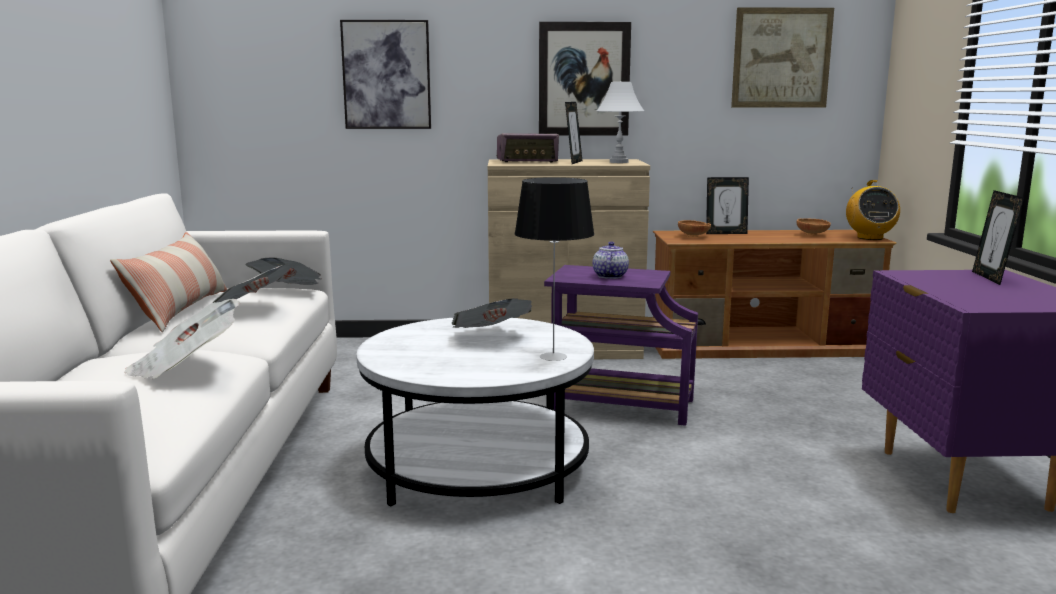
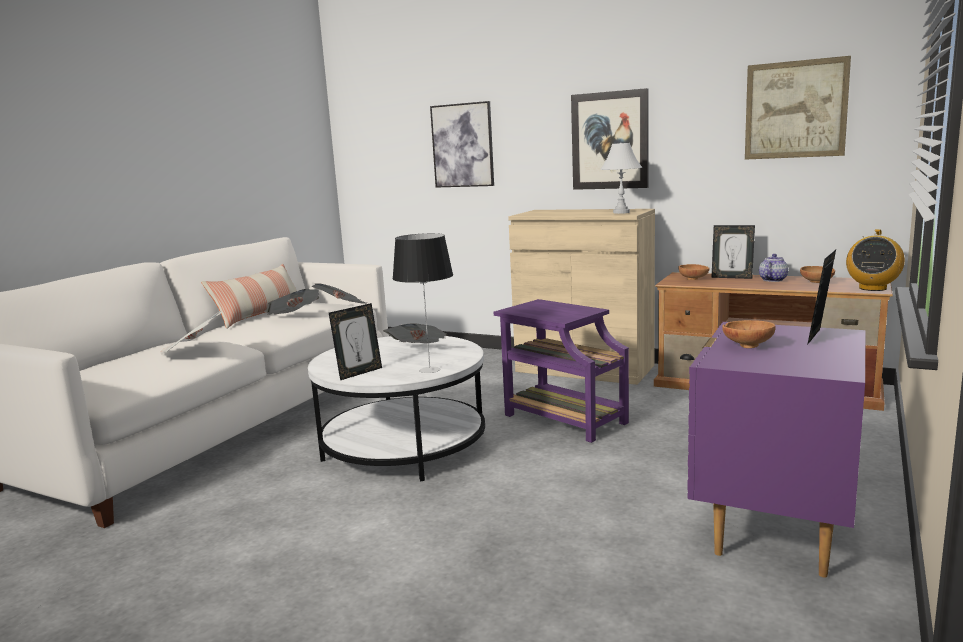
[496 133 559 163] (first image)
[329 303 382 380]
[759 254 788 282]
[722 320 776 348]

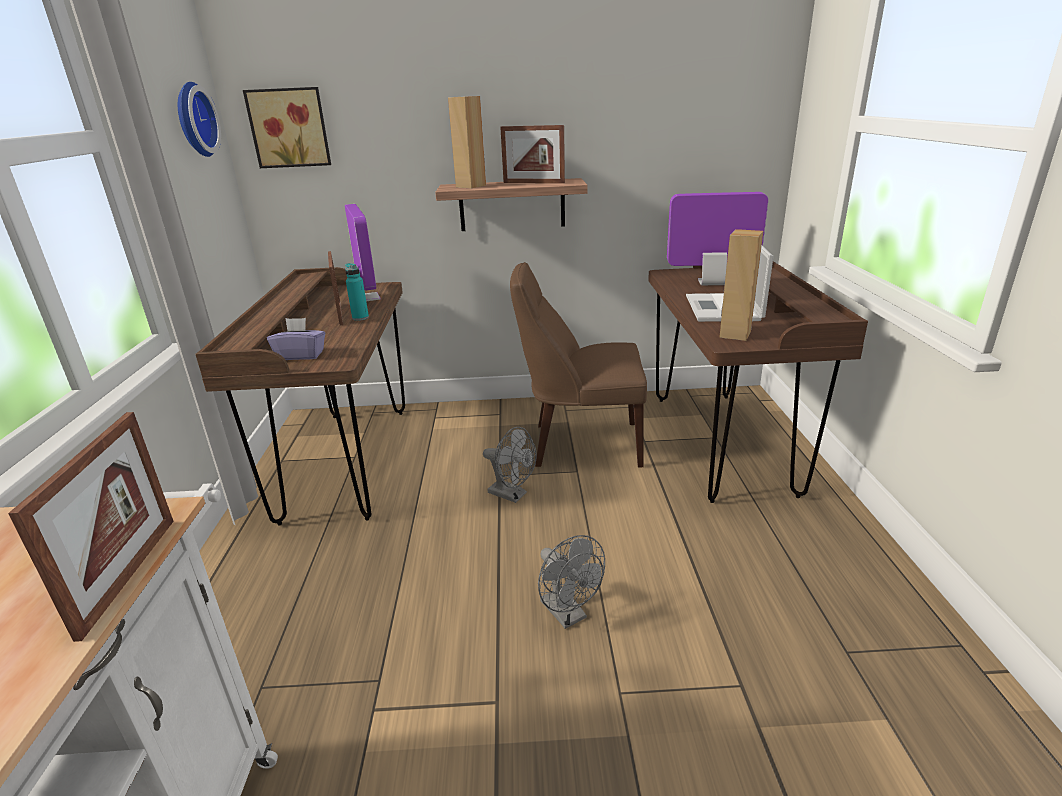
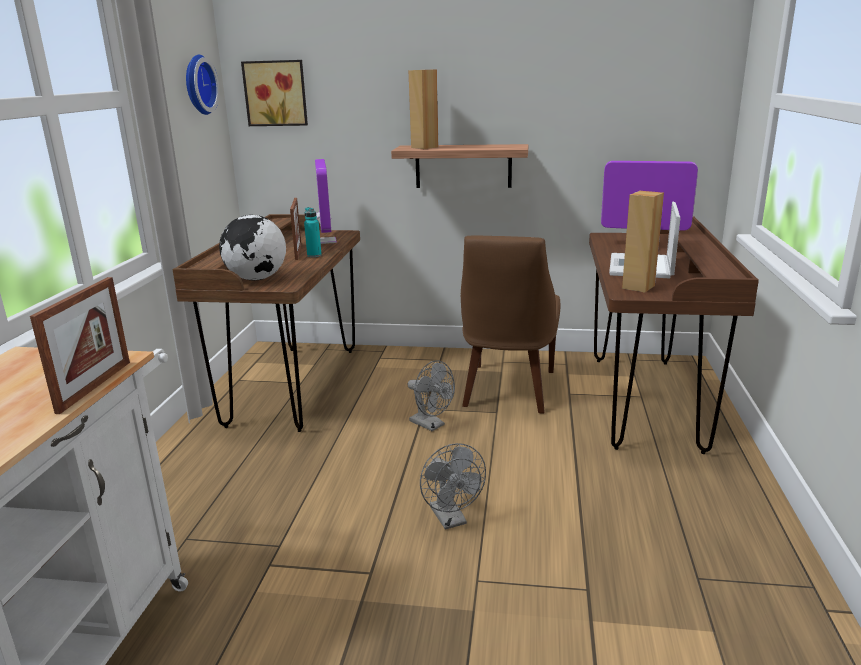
[219 215 286 280]
[500 125 565 183] (first image)
[461 236 560 414]

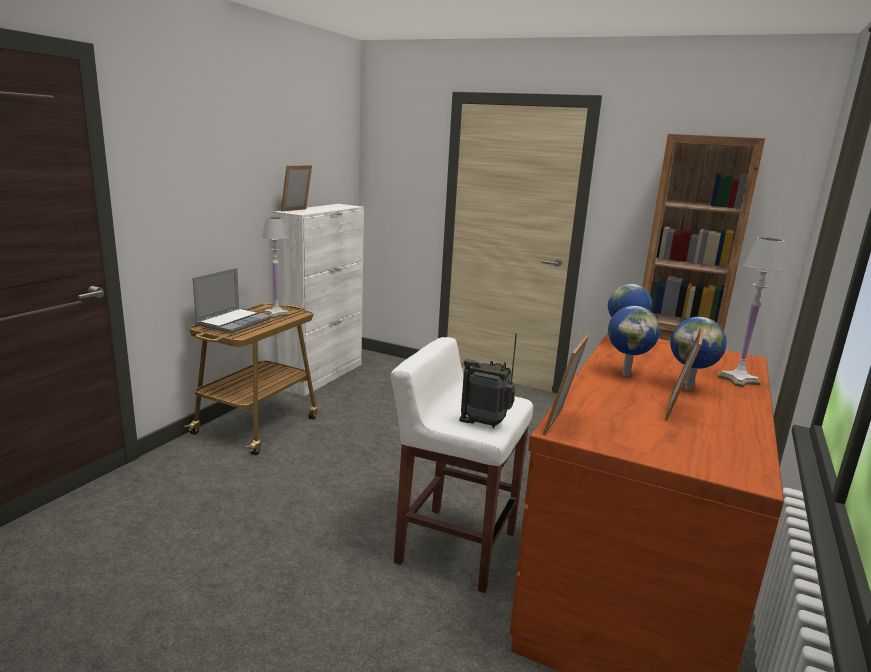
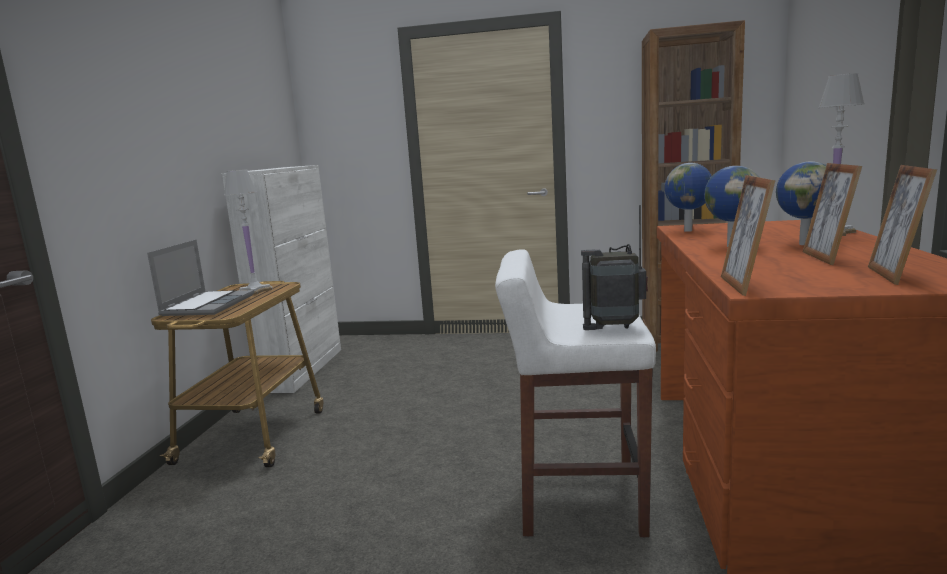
[868 165 937 285]

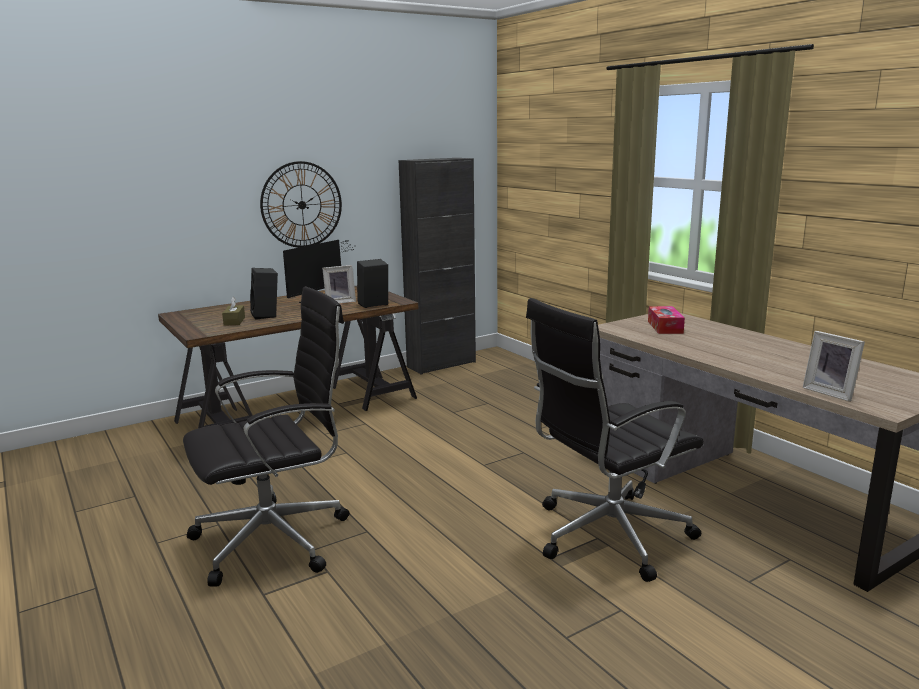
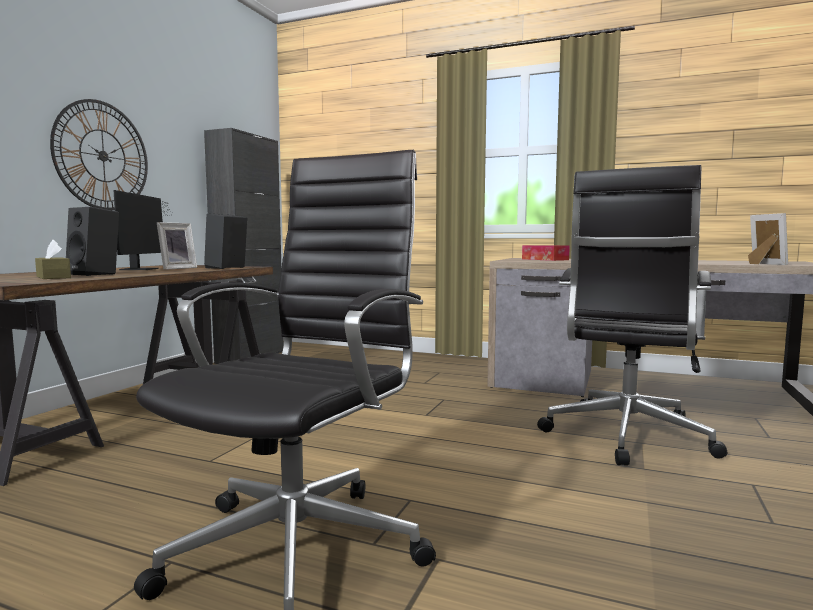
[748 213 788 265]

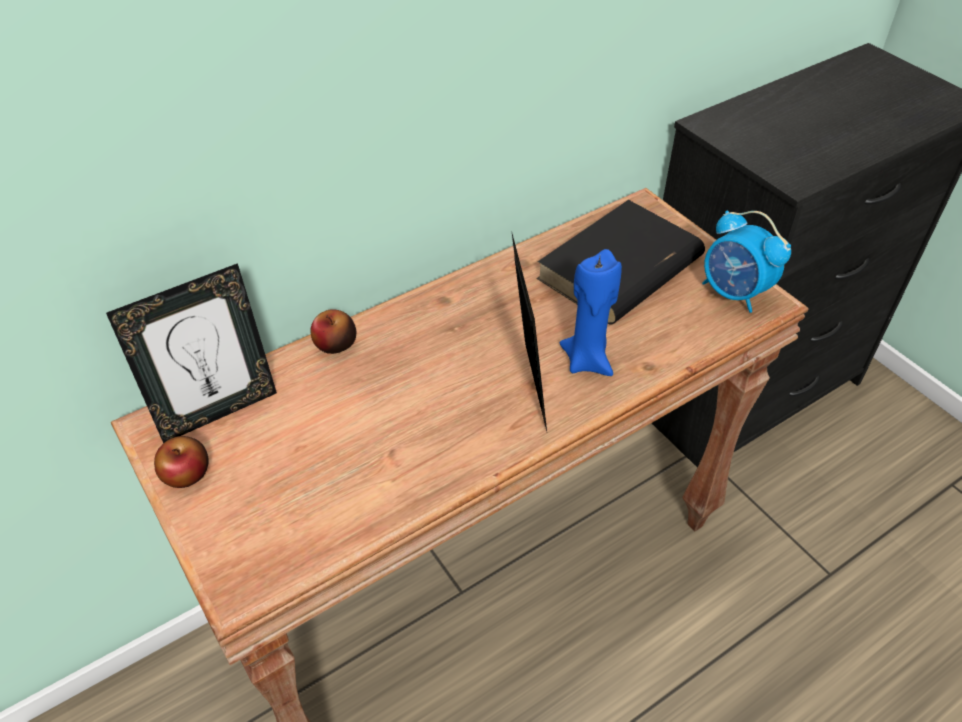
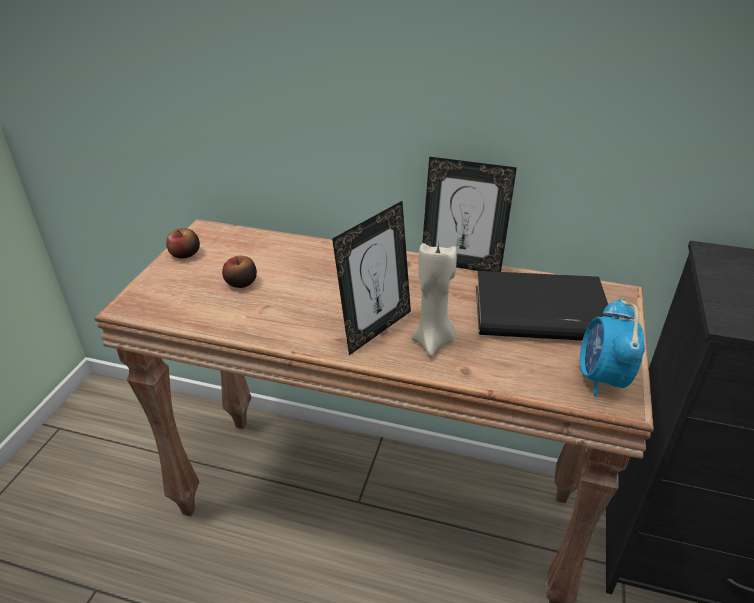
[422 157 517 272]
[222 255 257 288]
[411 242 457 356]

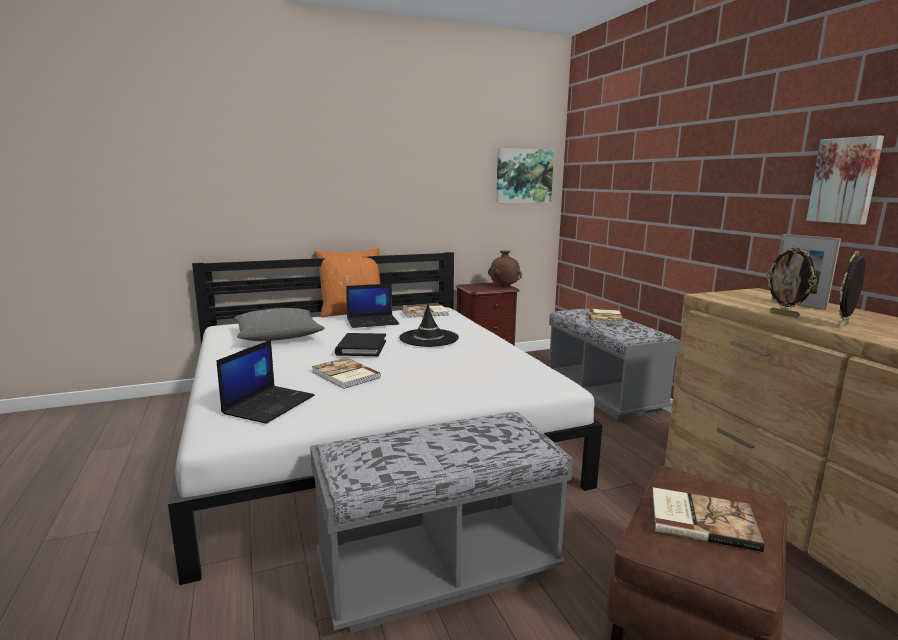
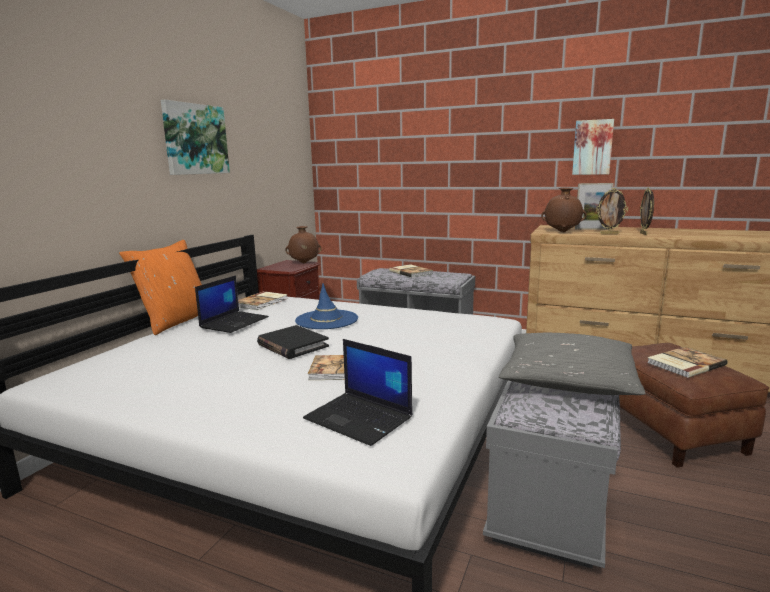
[303 339 412 446]
[499 333 646 395]
[295 283 358 329]
[161 100 230 175]
[541 187 587 232]

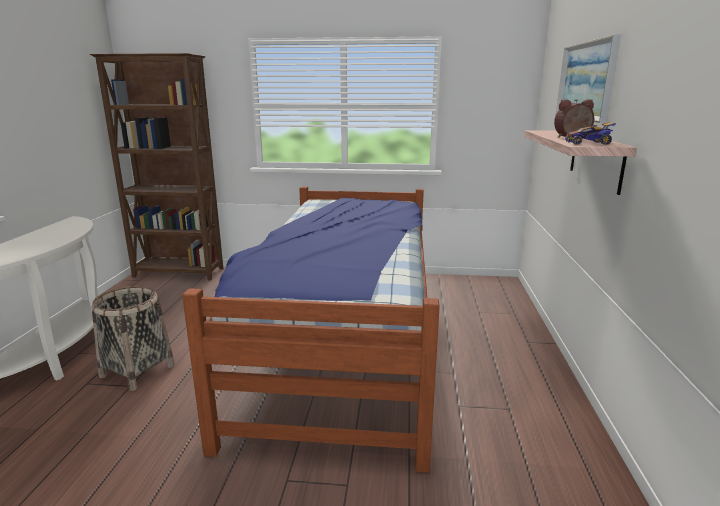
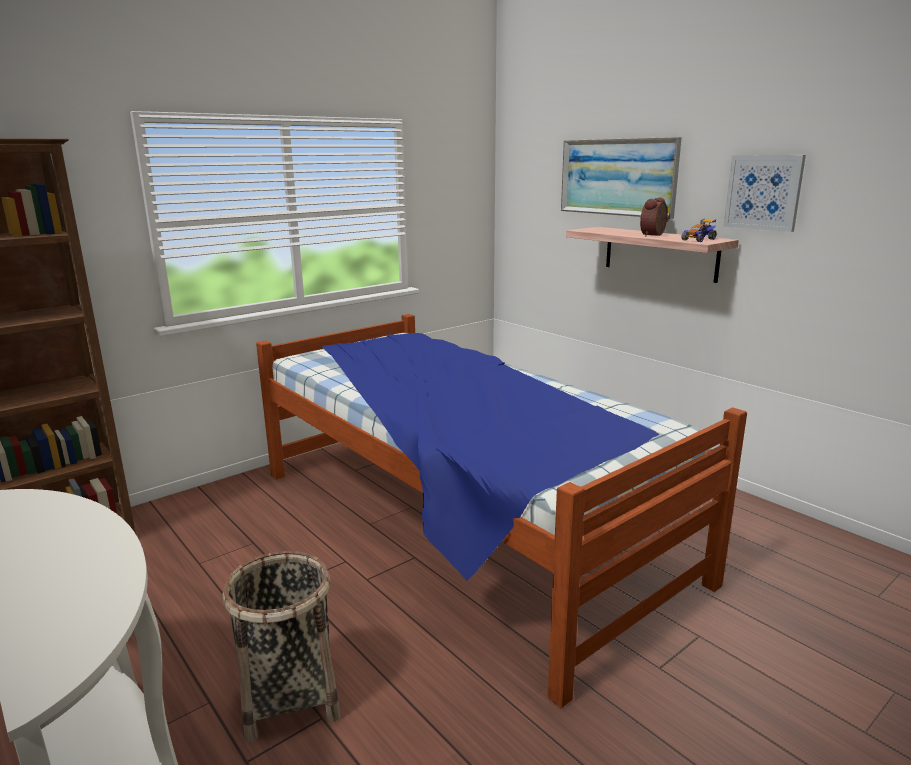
[724 155 806 232]

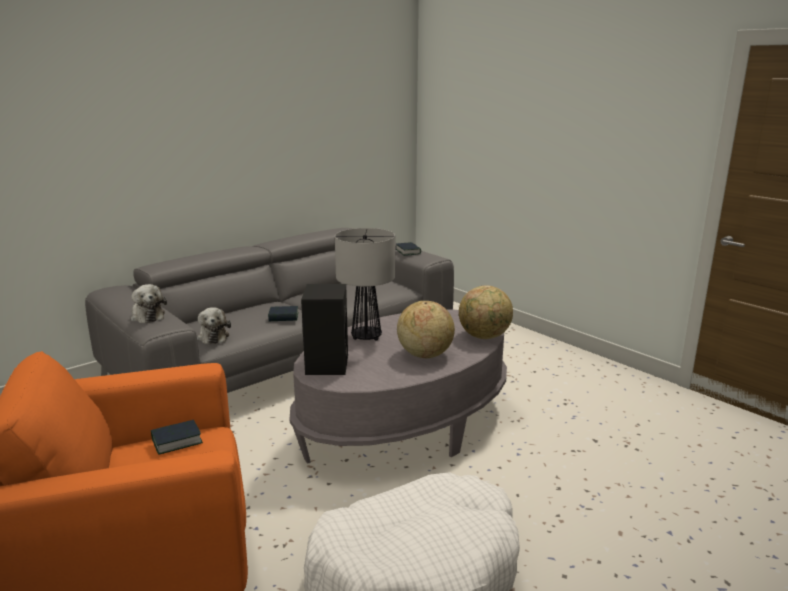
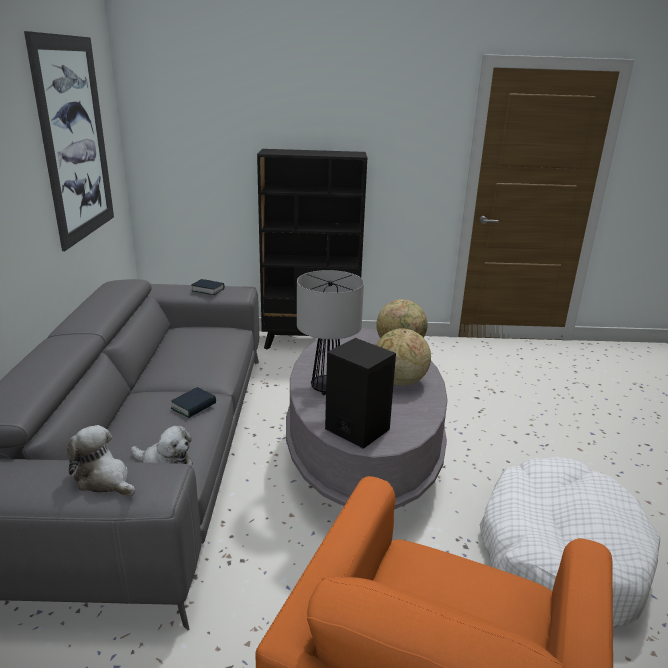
[67 425 135 496]
[151 420 203 455] (first image)
[24 31 114 251]
[257 149 367 350]

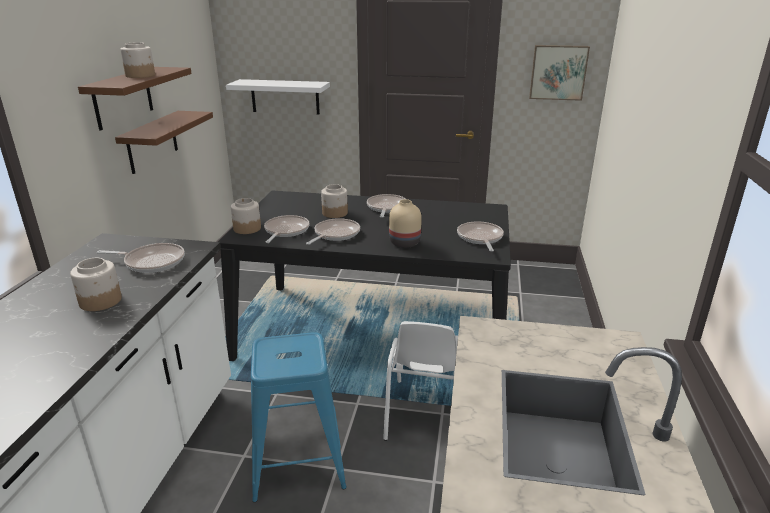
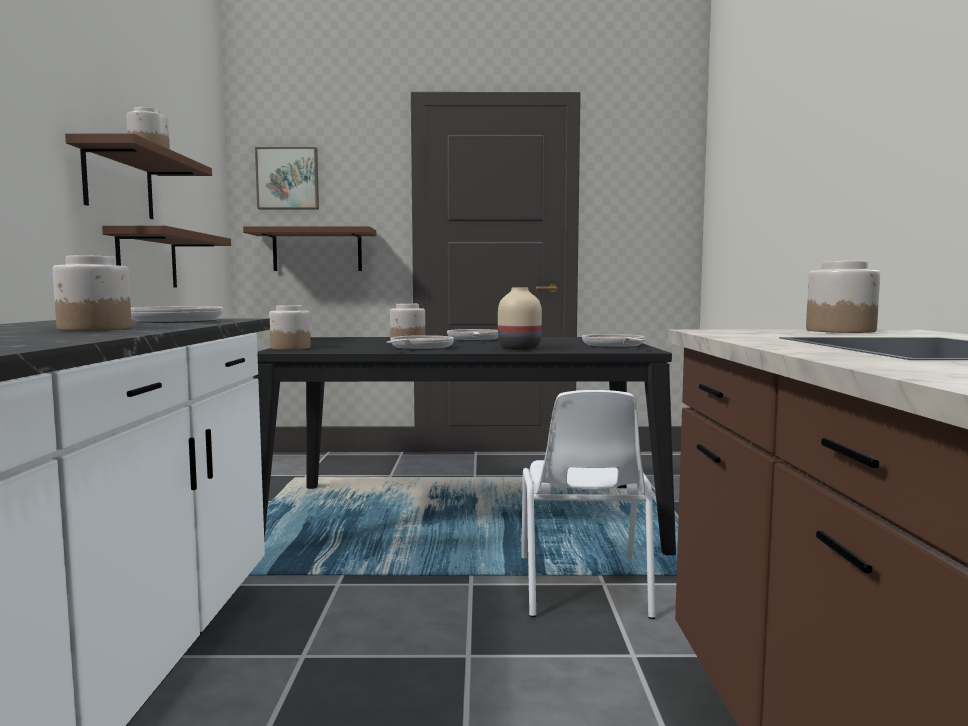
[243 226 376 271]
[251 332 347 502] (first image)
[264 215 310 243] (first image)
[255 147 319 209]
[806 261 880 333]

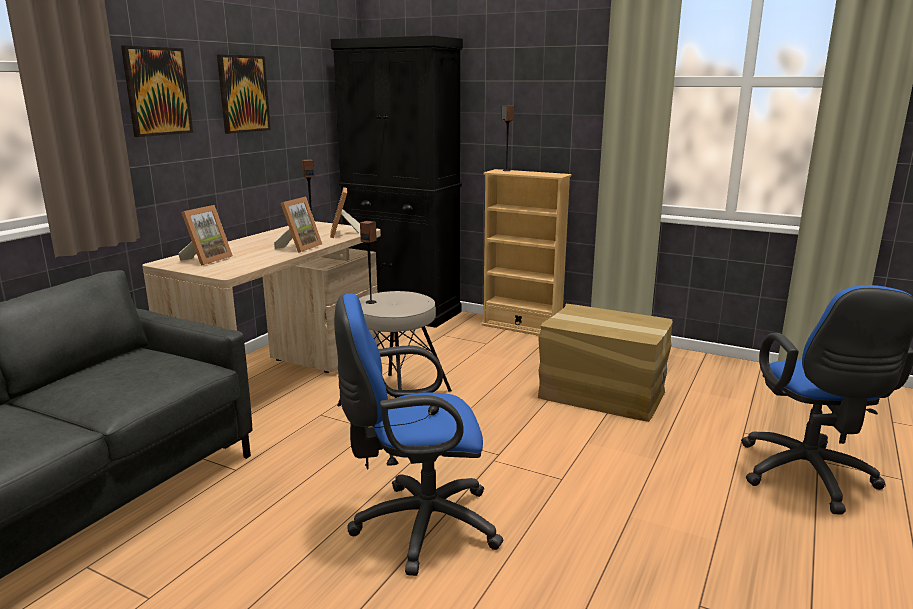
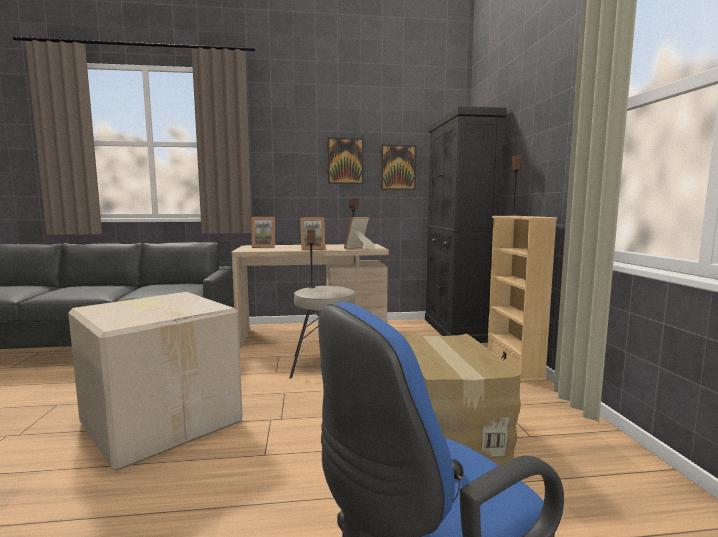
[381 145 417 190]
[68 292 243 471]

